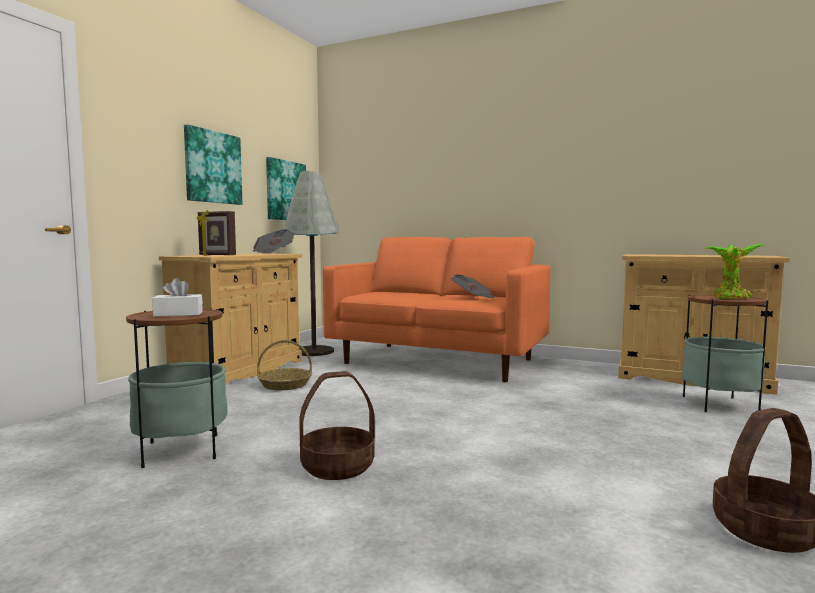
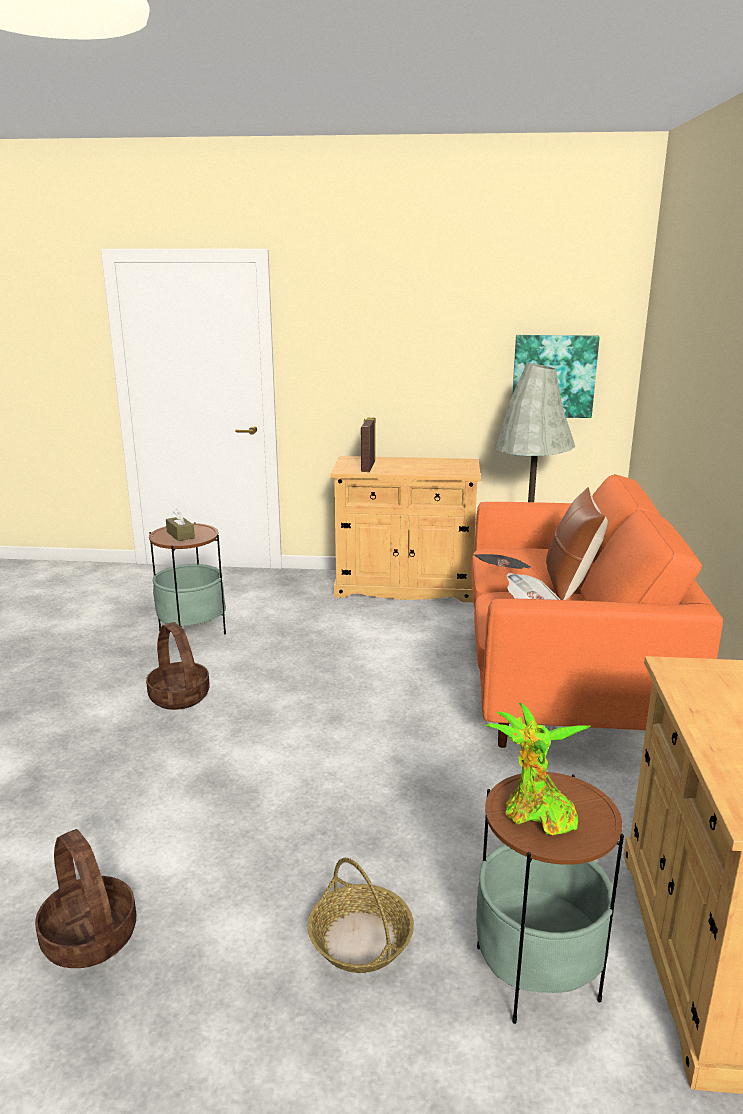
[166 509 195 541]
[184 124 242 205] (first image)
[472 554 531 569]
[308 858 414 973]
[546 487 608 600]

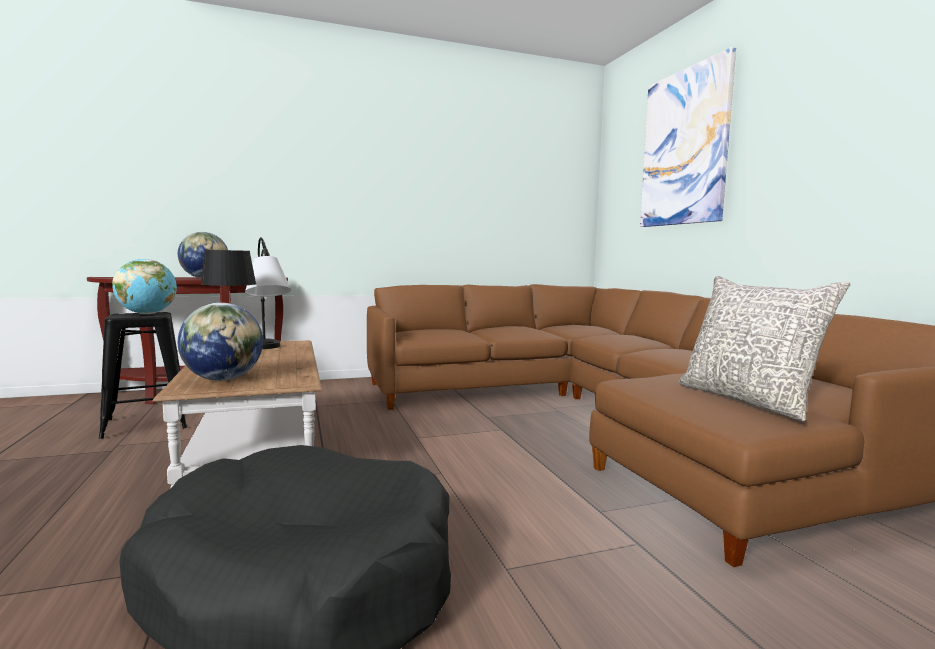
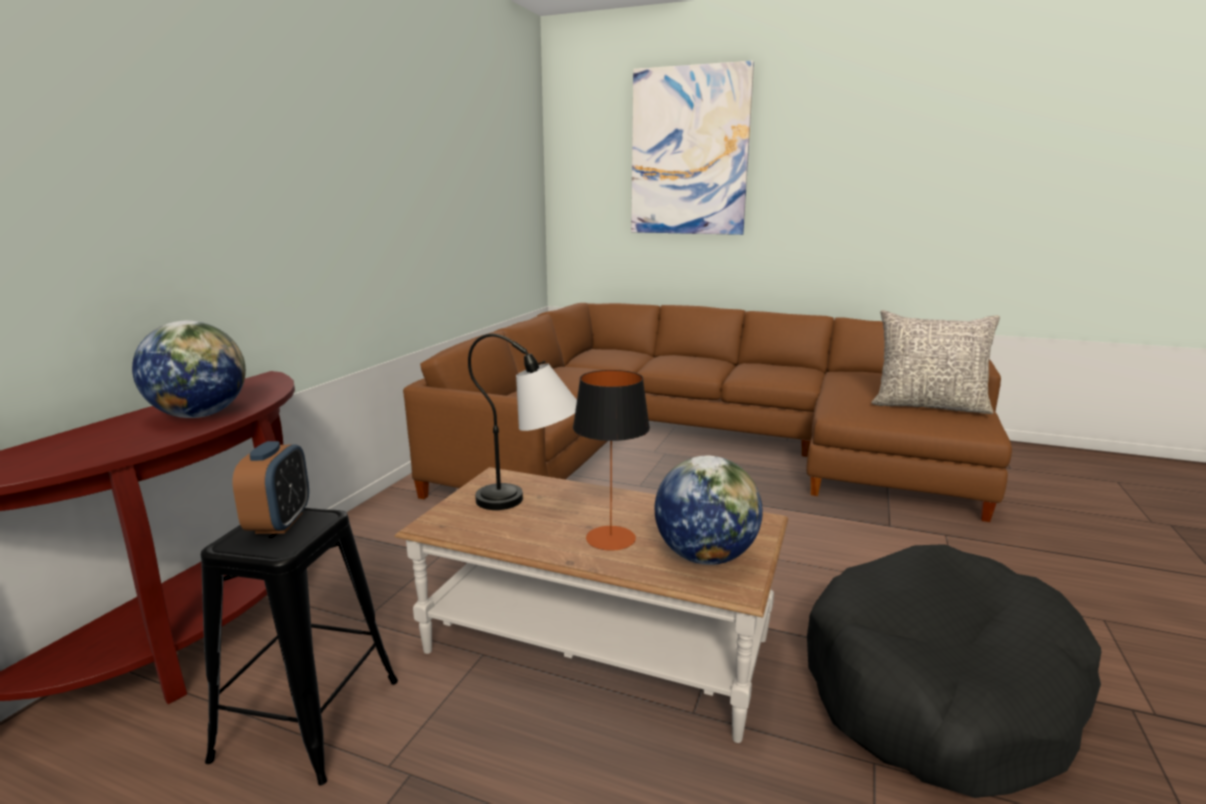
[233 441 309 534]

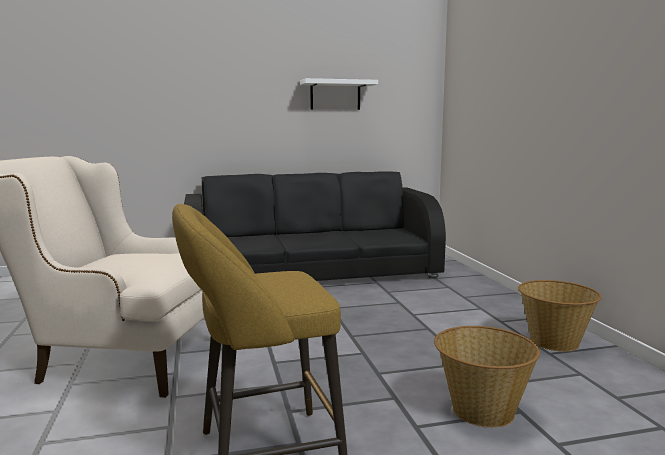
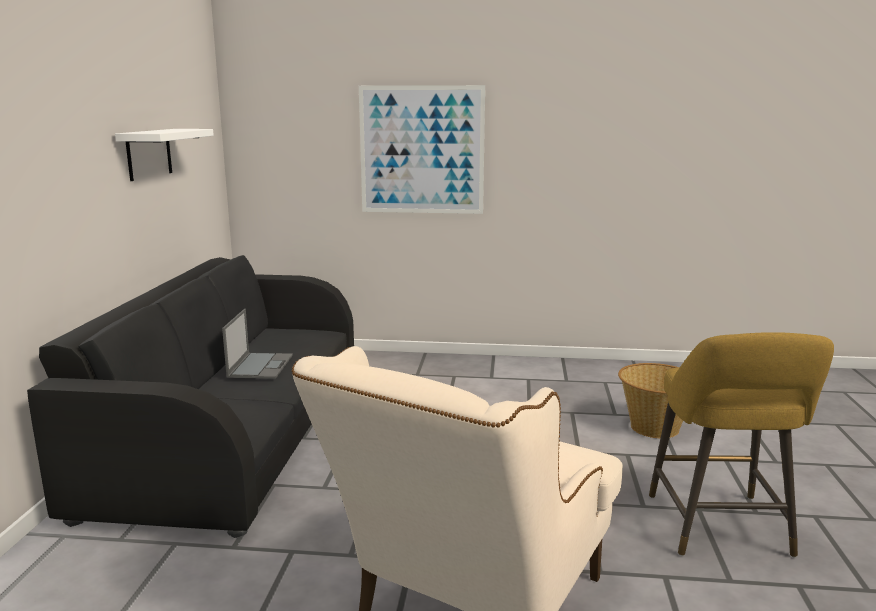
[518 280 602 352] (first image)
[222 309 293 379]
[359 85 485 214]

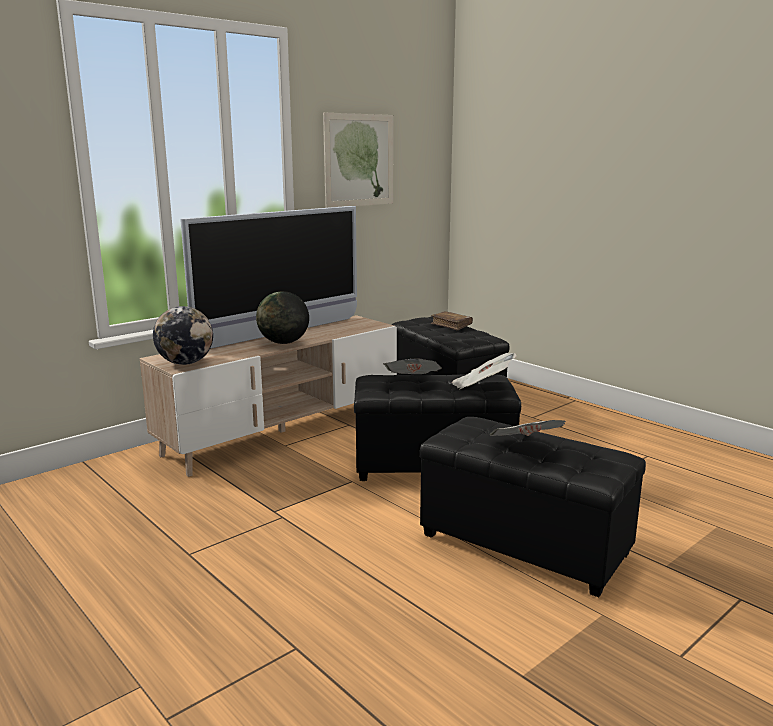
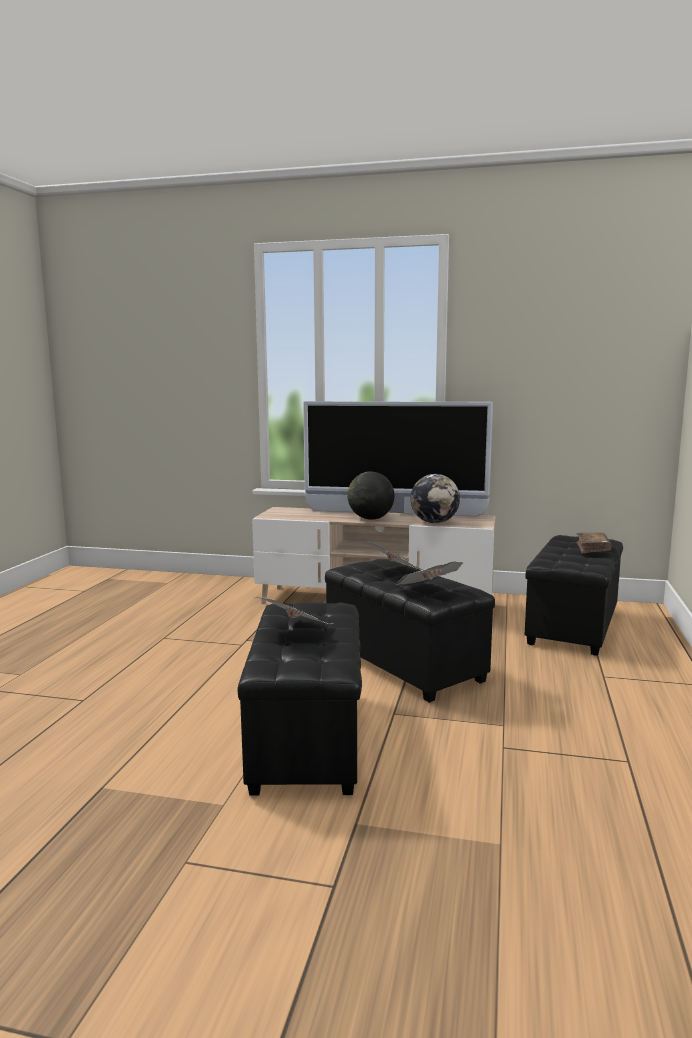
[410 474 460 523]
[323 113 394 208] (first image)

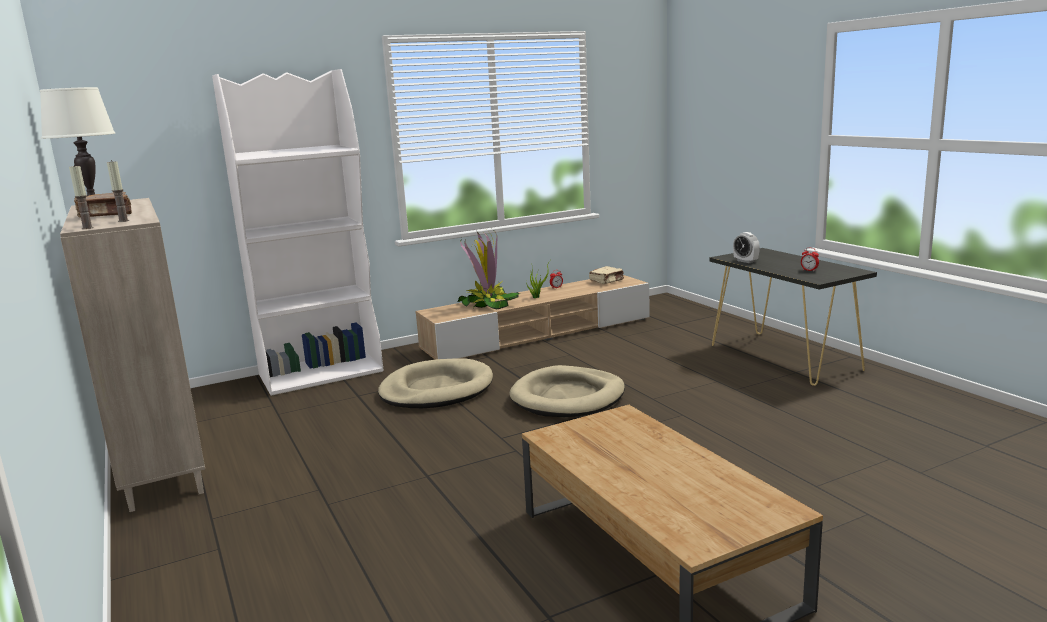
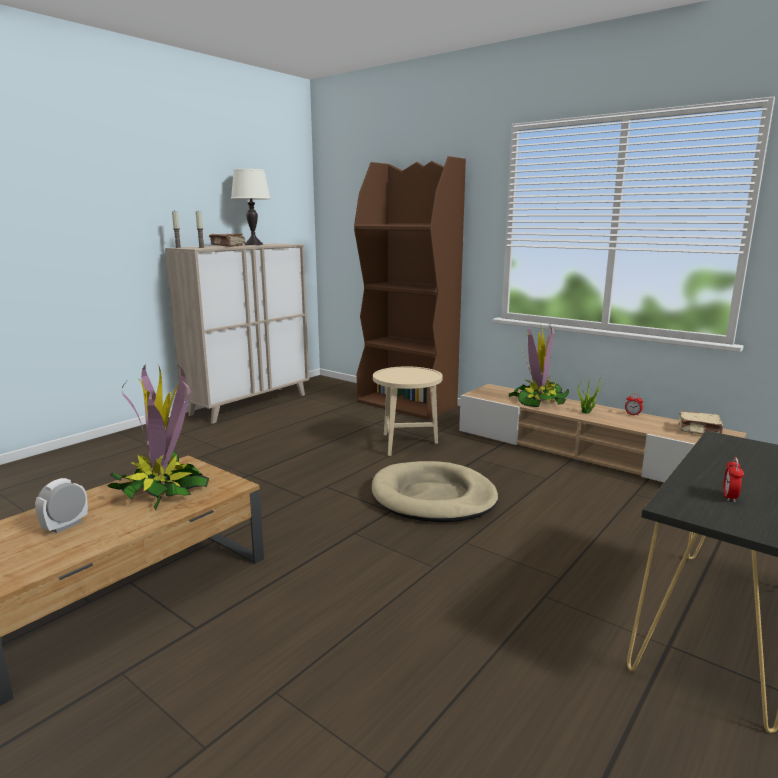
[354 156 466 419]
[373 366 442 456]
[35 478 88 533]
[108 364 209 510]

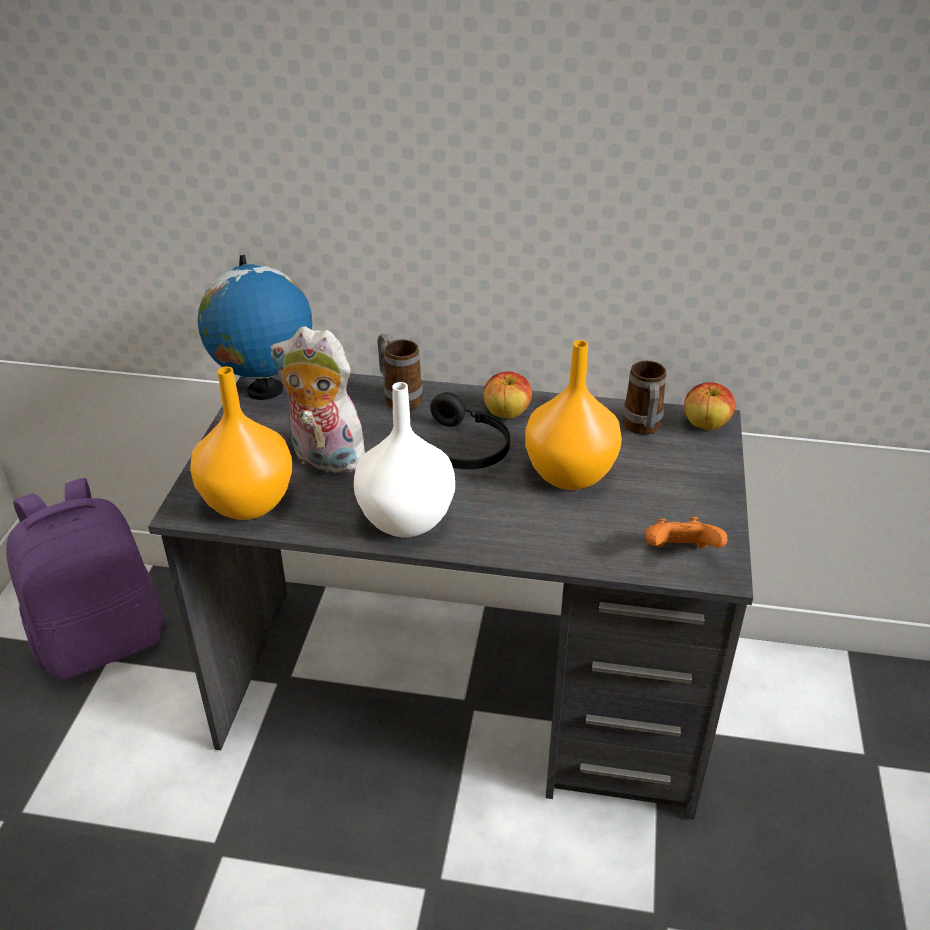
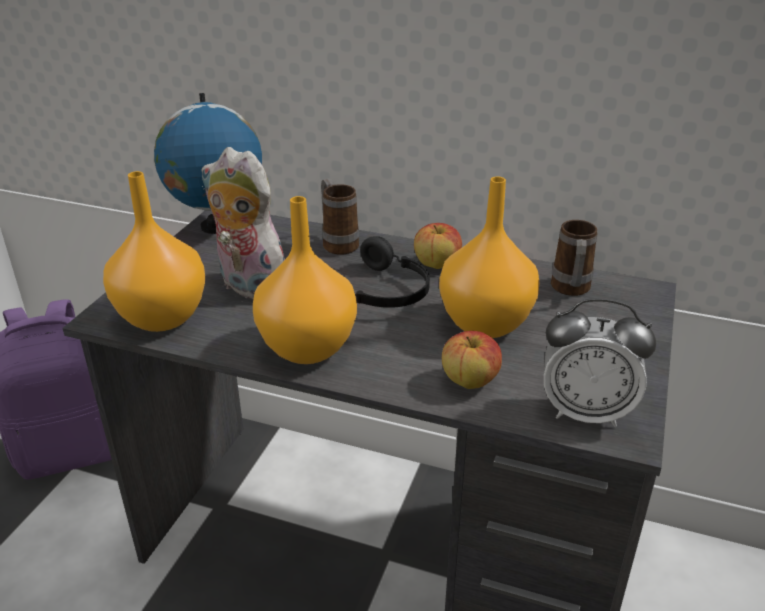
[253 196 357 364]
[544 298 656 427]
[442 331 502 389]

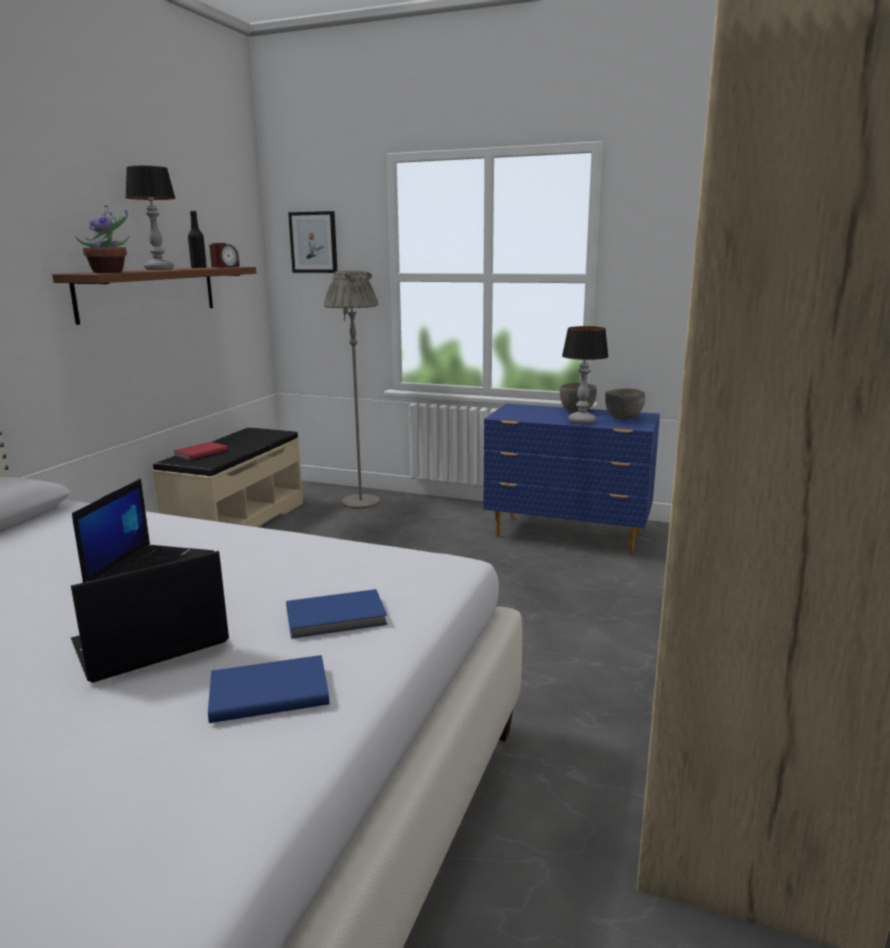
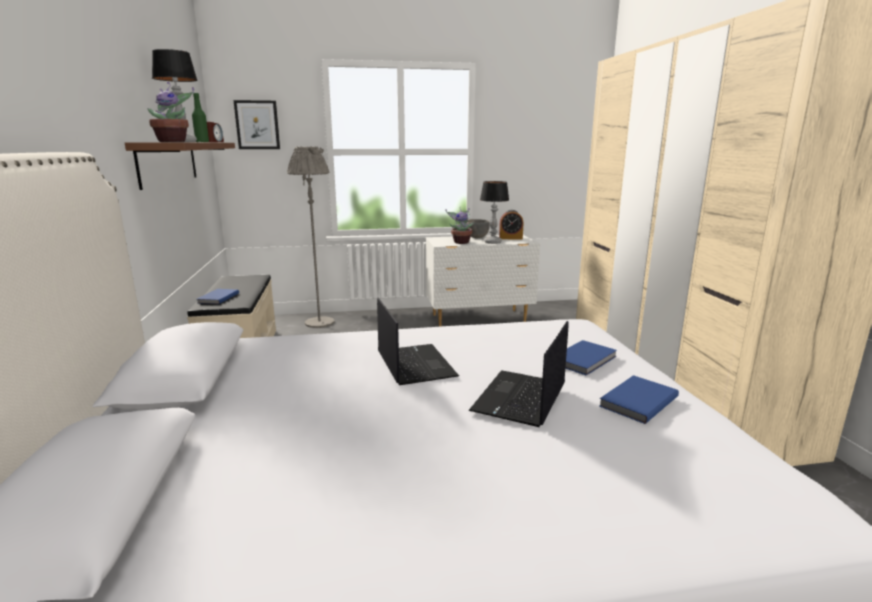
[197 289 239 304]
[192 93 209 142]
[426 235 540 327]
[499 210 524 239]
[446 206 474 244]

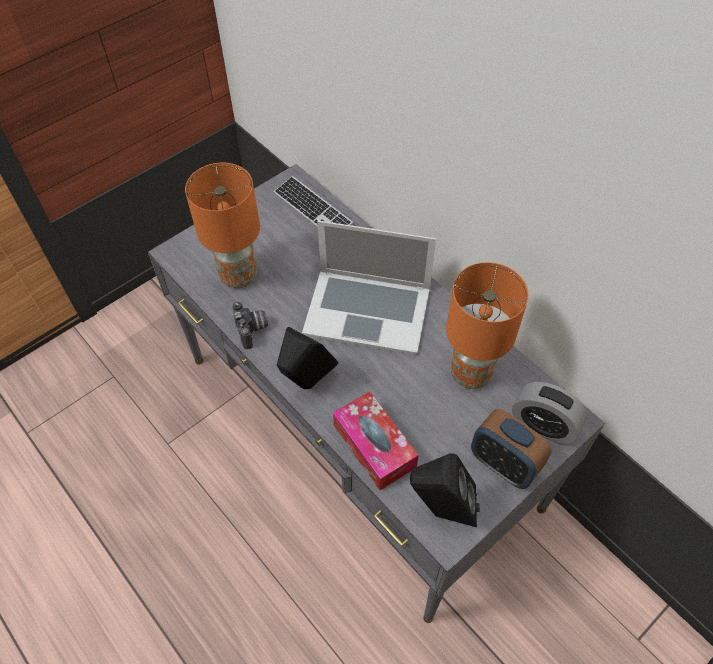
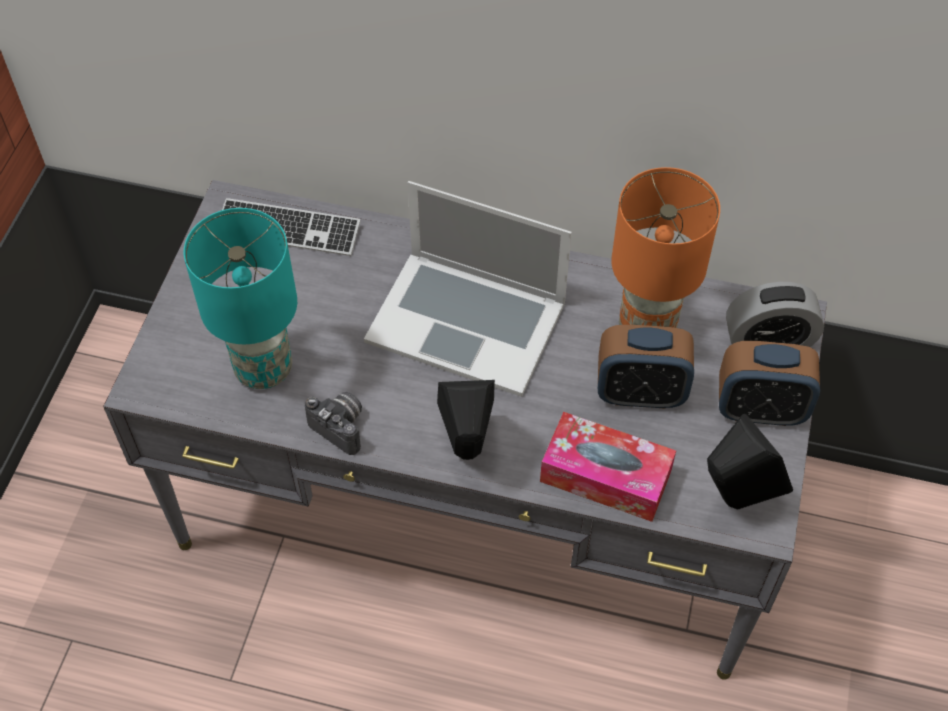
[184 208 297 389]
[364 181 572 397]
[598 325 694 409]

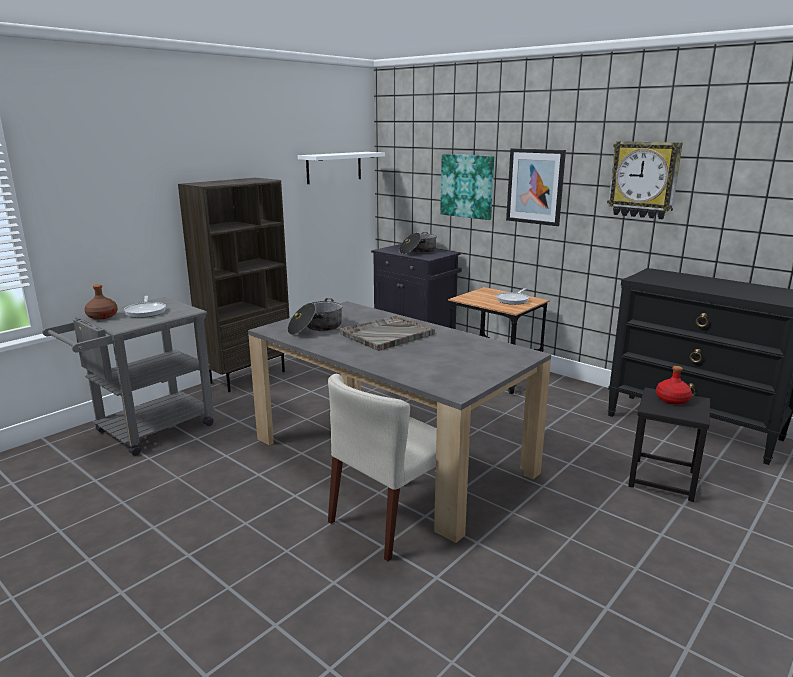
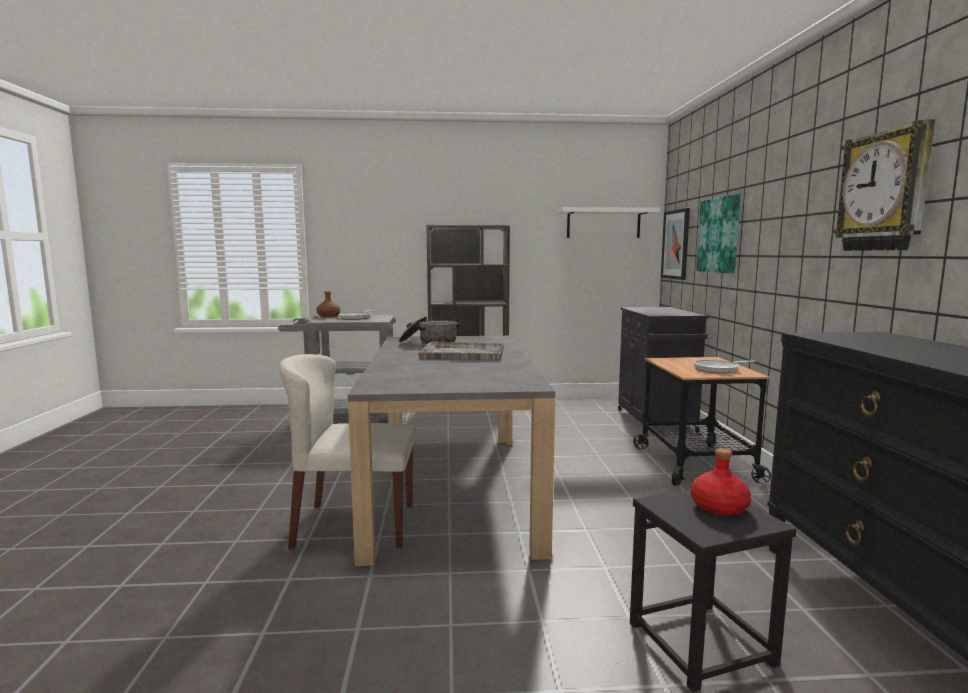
[399 232 437 254] (first image)
[661 208 690 280]

